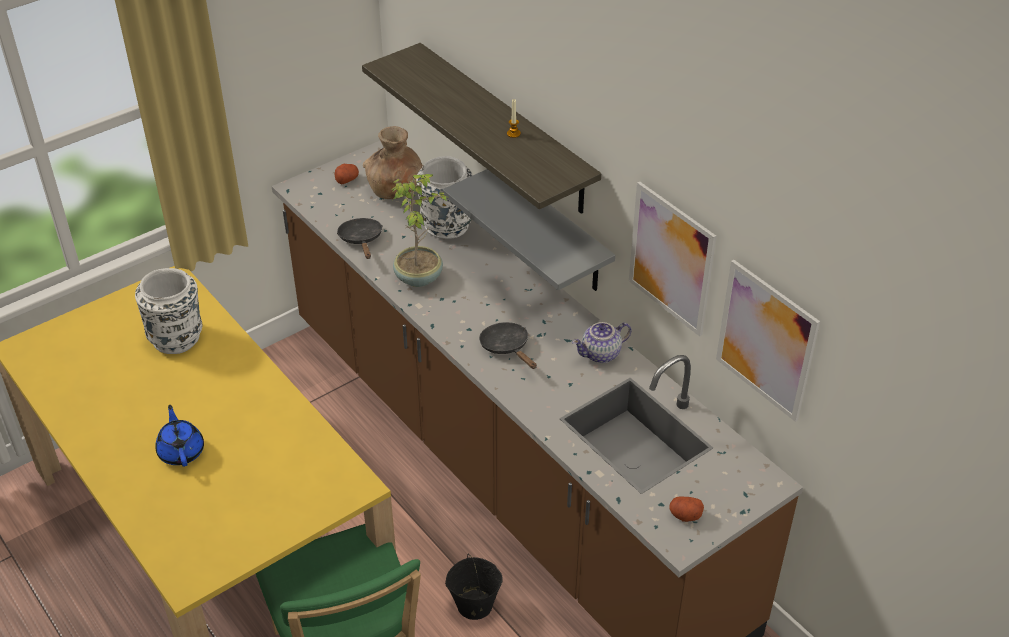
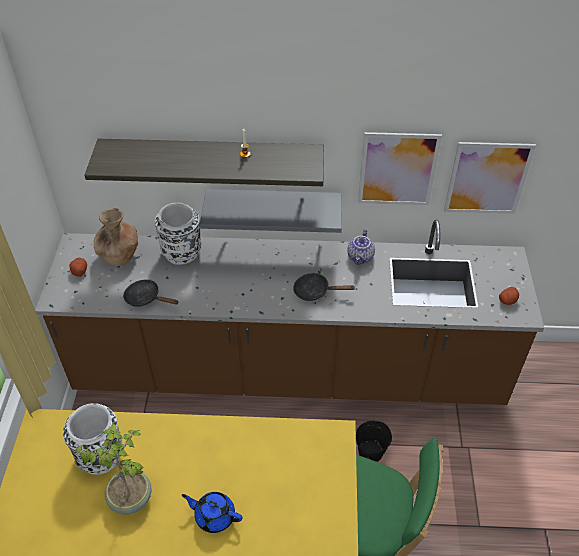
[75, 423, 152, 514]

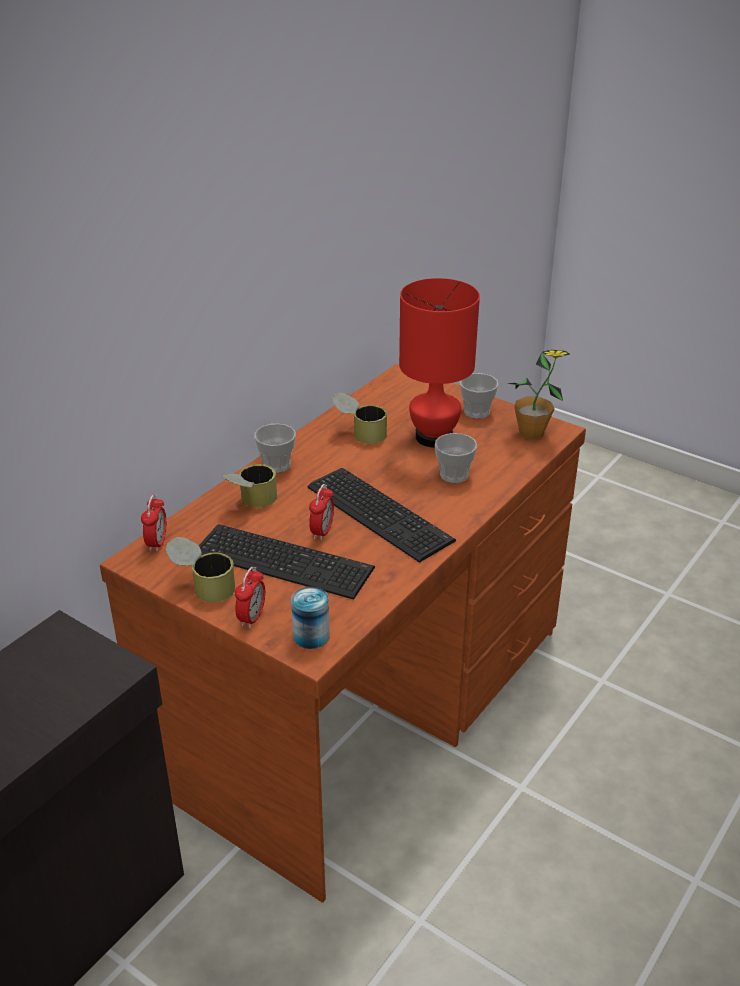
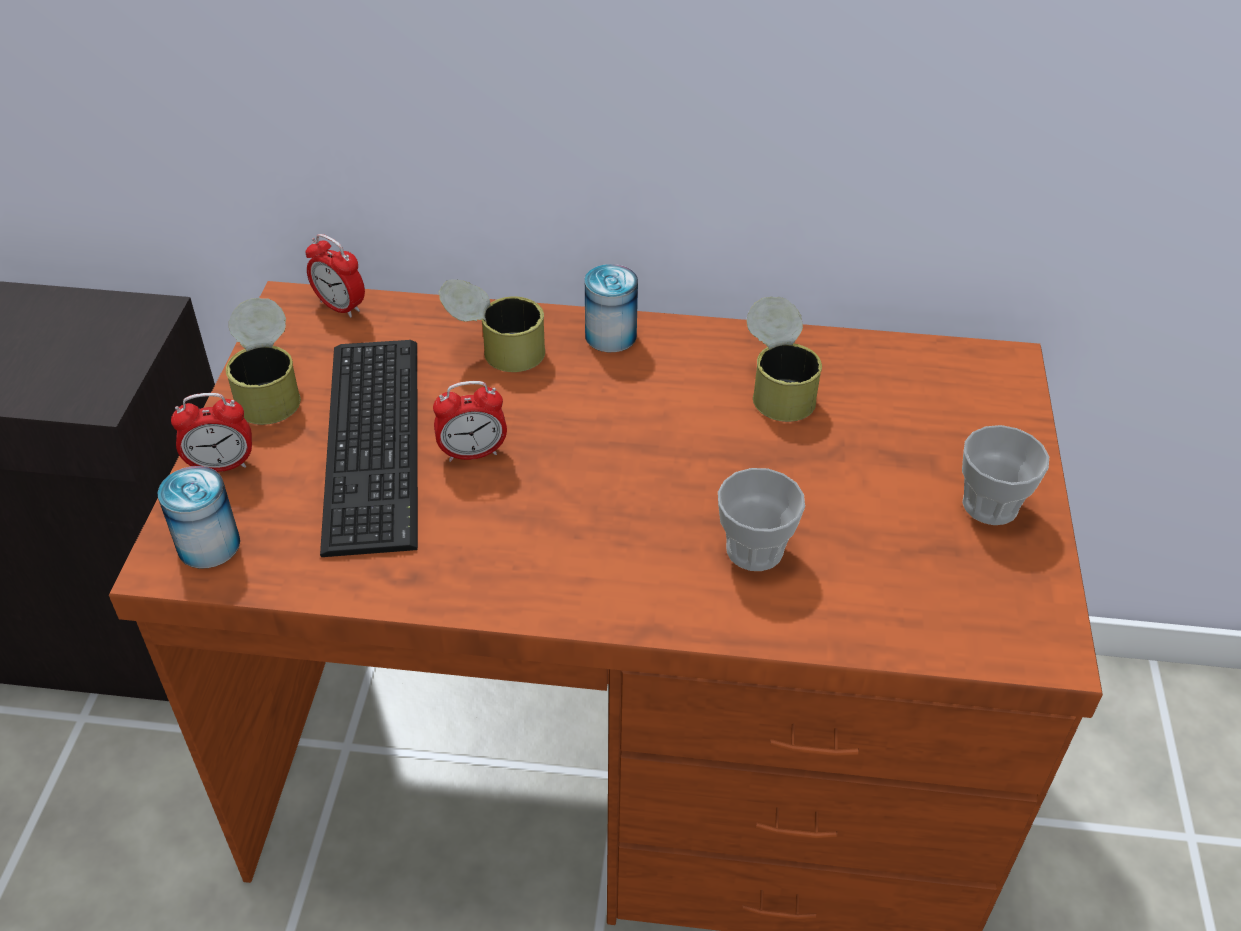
[305, 234, 365, 318]
[585, 264, 638, 352]
[307, 468, 456, 563] (first image)
[399, 278, 480, 448] (first image)
[506, 350, 570, 440] (first image)

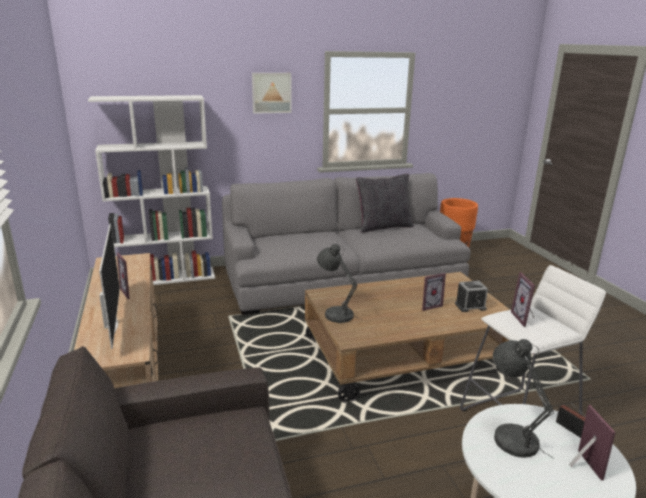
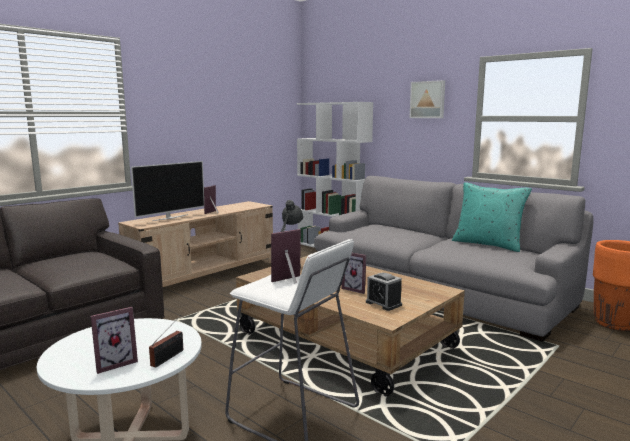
[452, 182, 532, 252]
[493, 339, 554, 459] (first image)

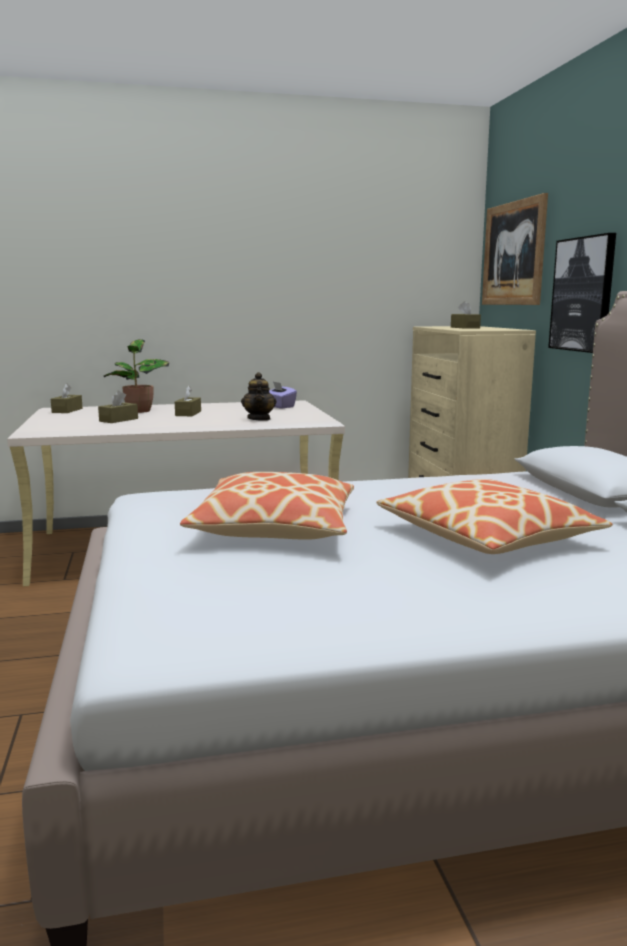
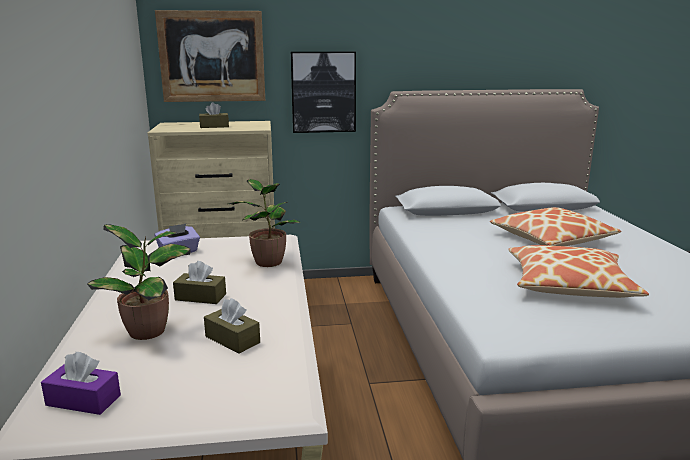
[41, 352, 121, 415]
[229, 179, 300, 267]

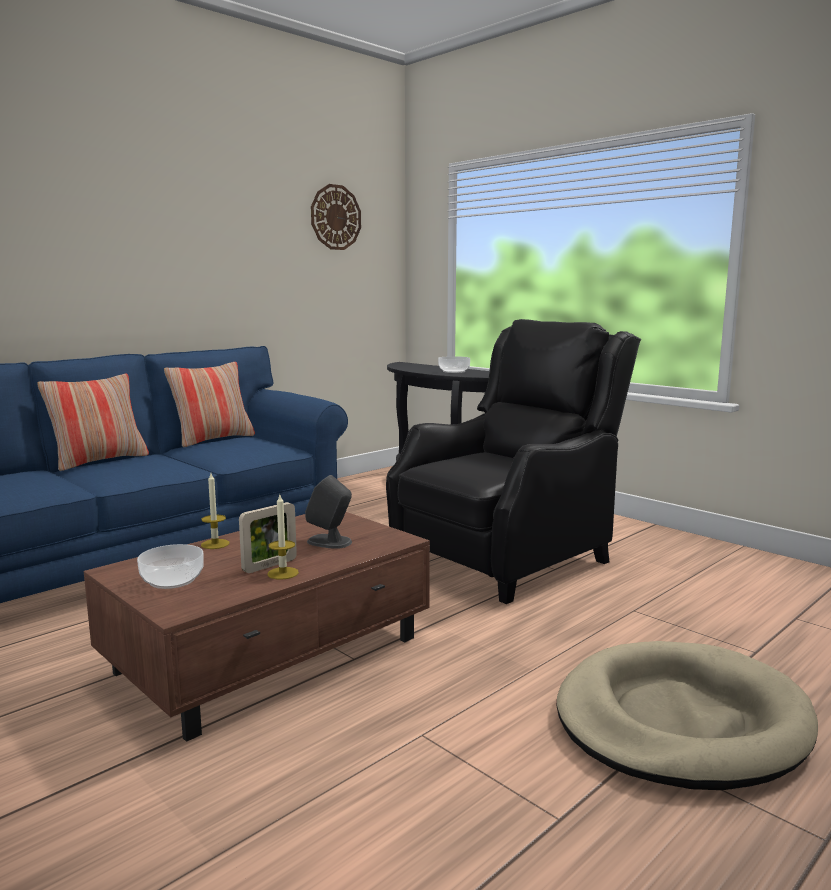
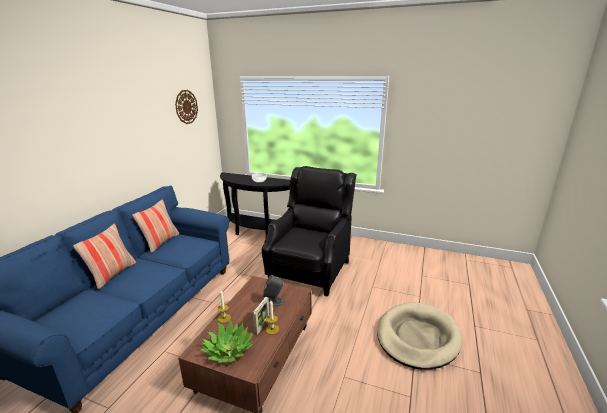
[200, 319, 253, 363]

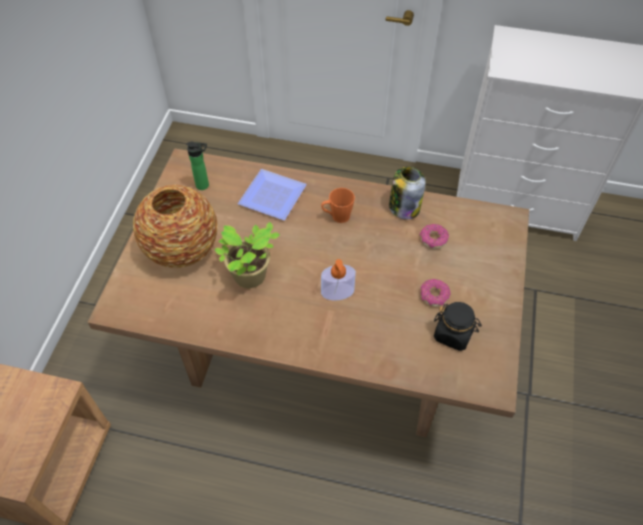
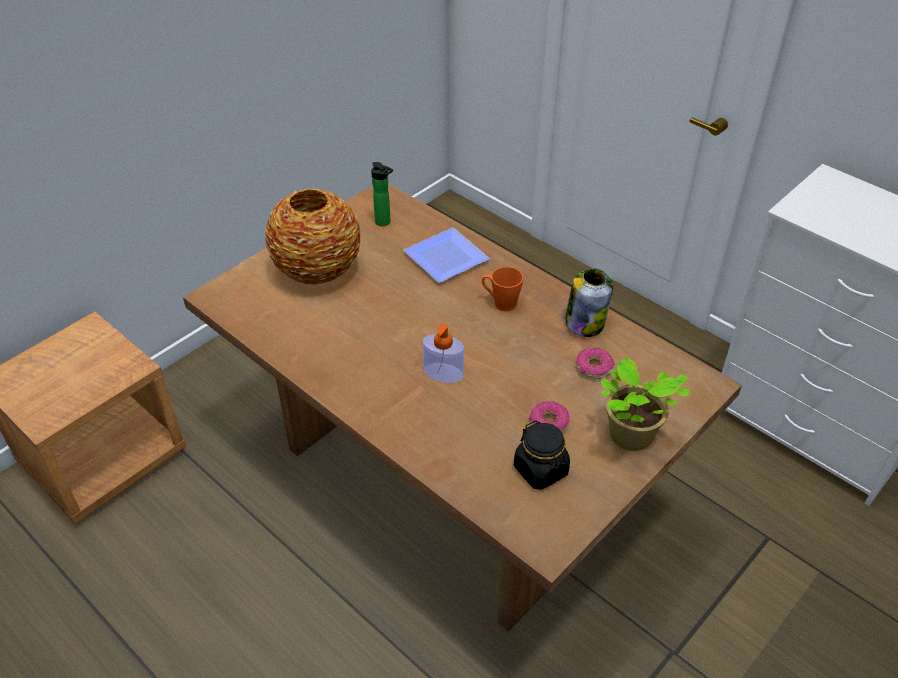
[601, 357, 691, 451]

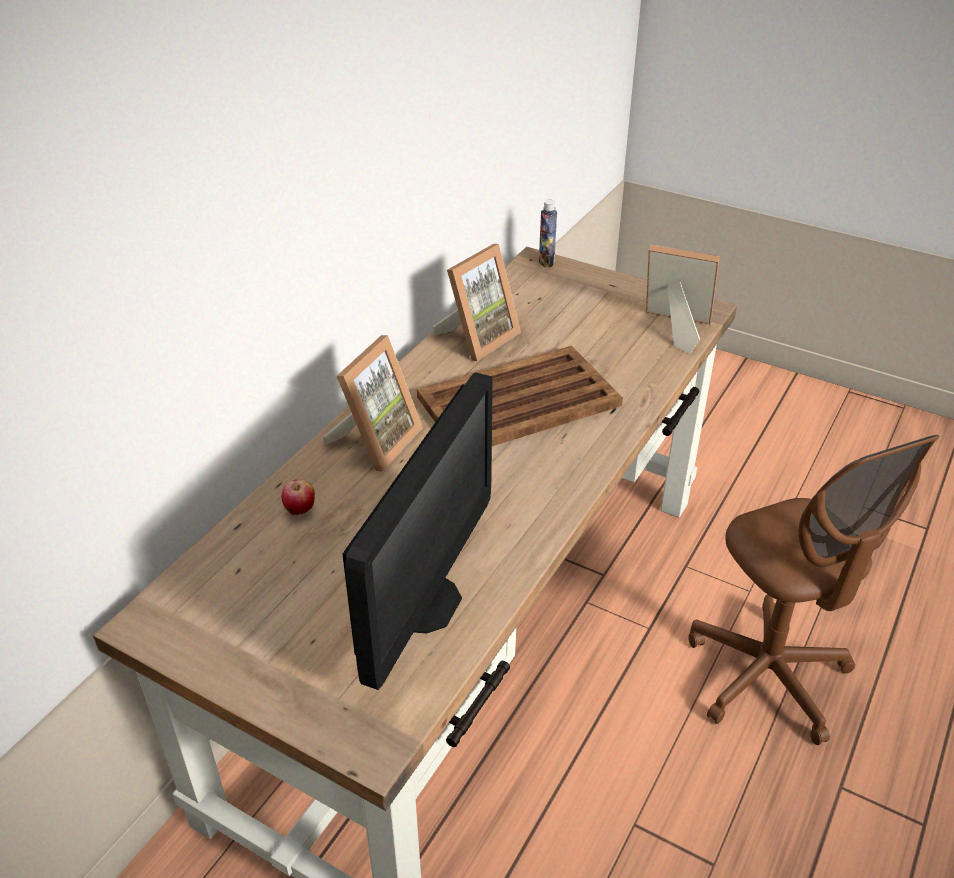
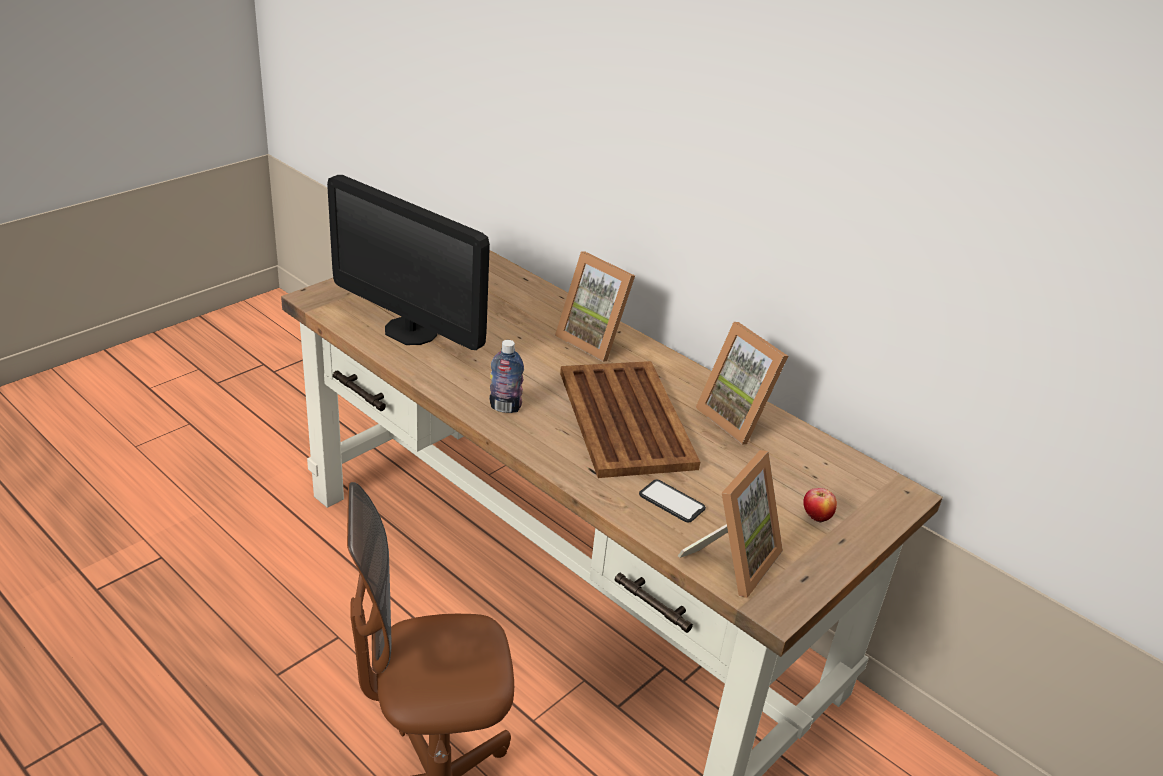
[803, 488, 837, 523]
[489, 340, 524, 413]
[639, 479, 706, 522]

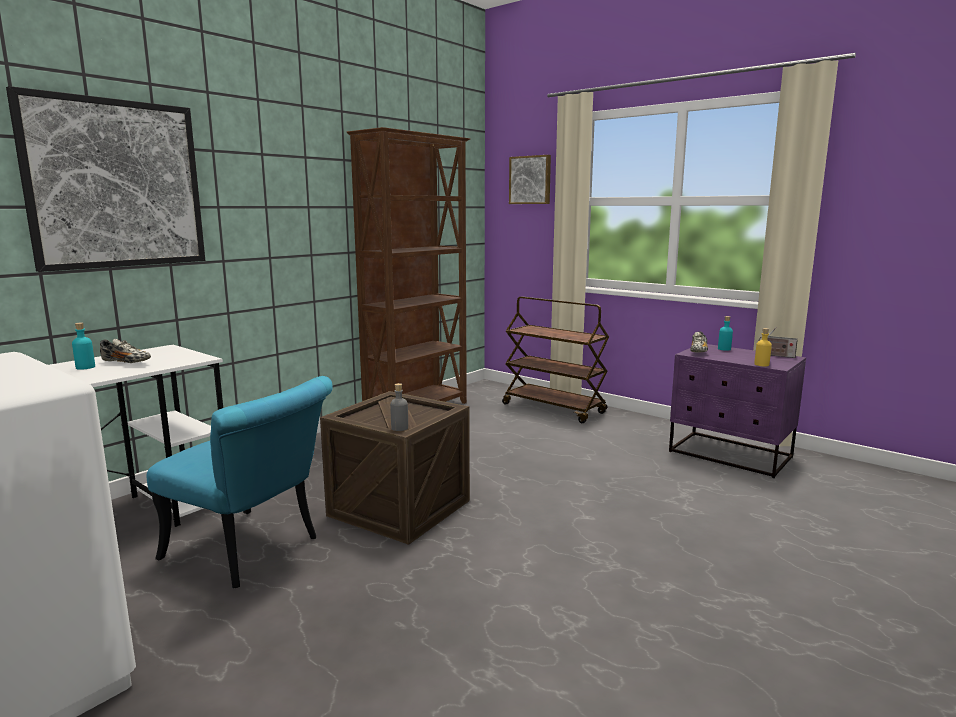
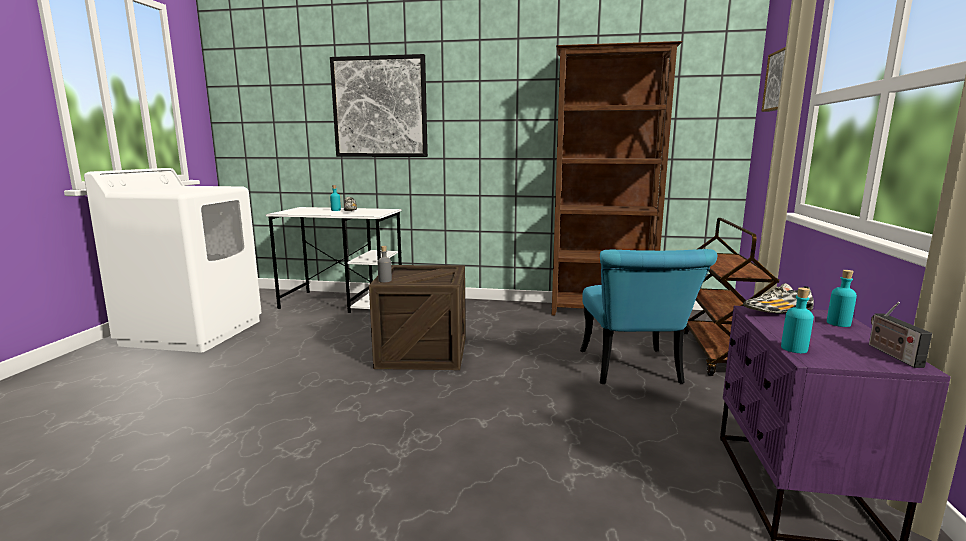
[580, 249, 717, 384]
[781, 287, 814, 353]

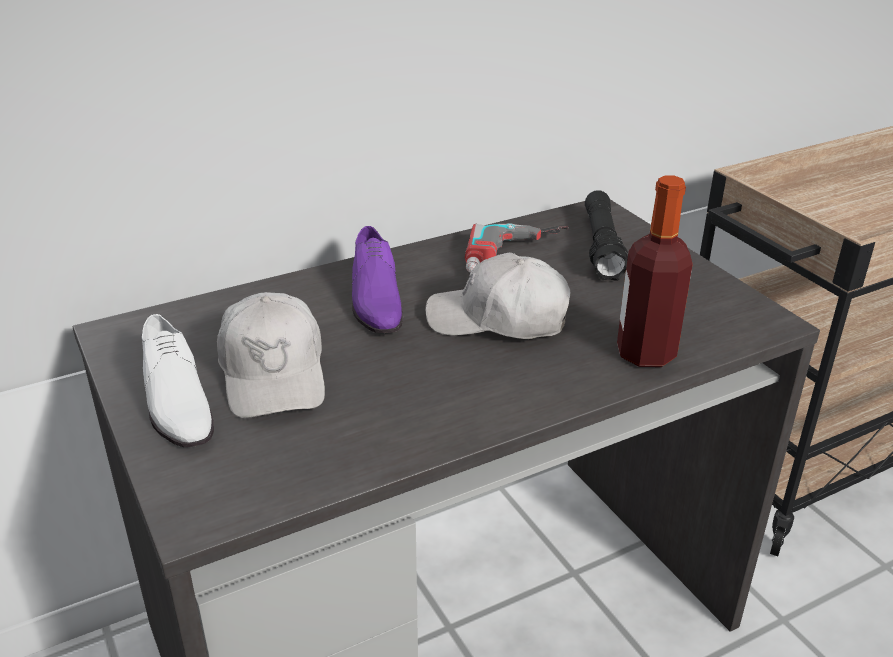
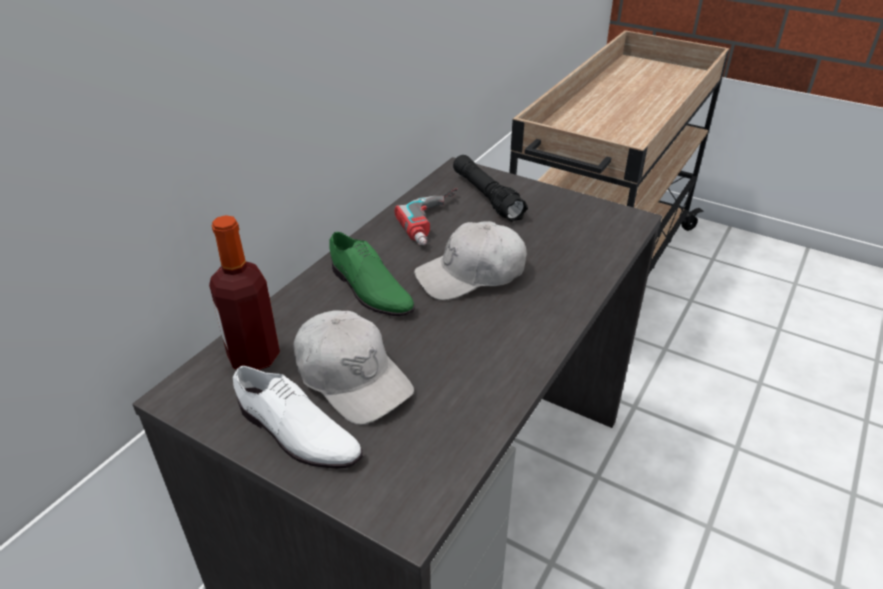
[329, 232, 415, 316]
[209, 215, 280, 370]

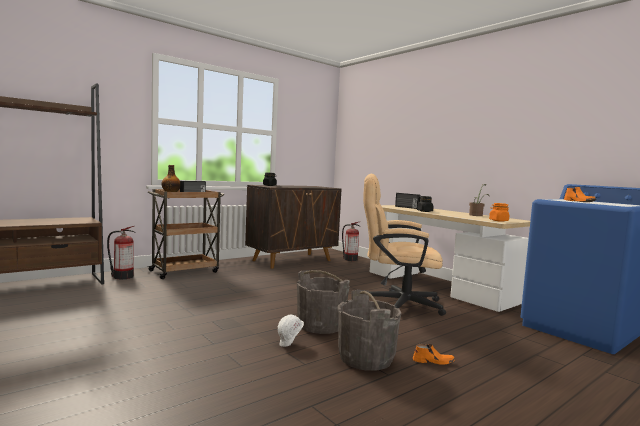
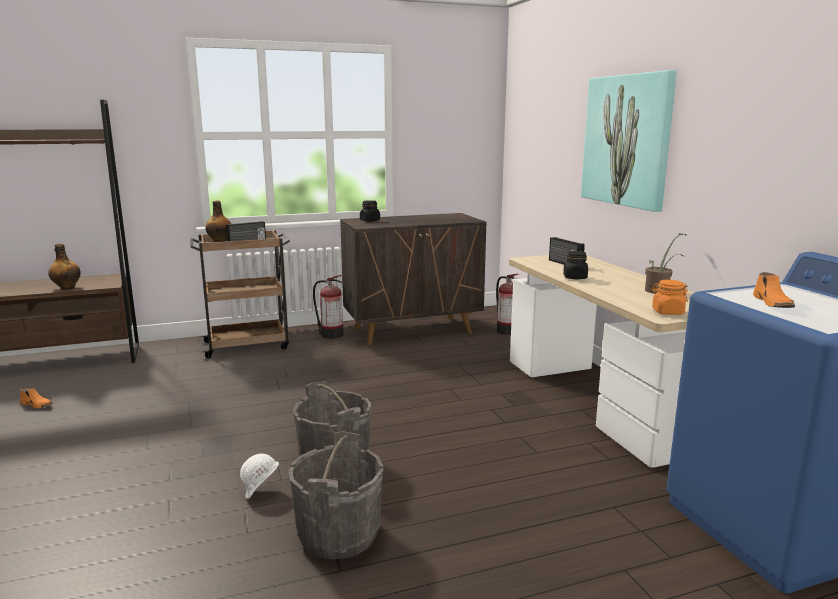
[313, 275, 344, 339]
[363, 173, 446, 316] (first image)
[20, 386, 53, 408]
[48, 243, 81, 290]
[581, 70, 677, 212]

